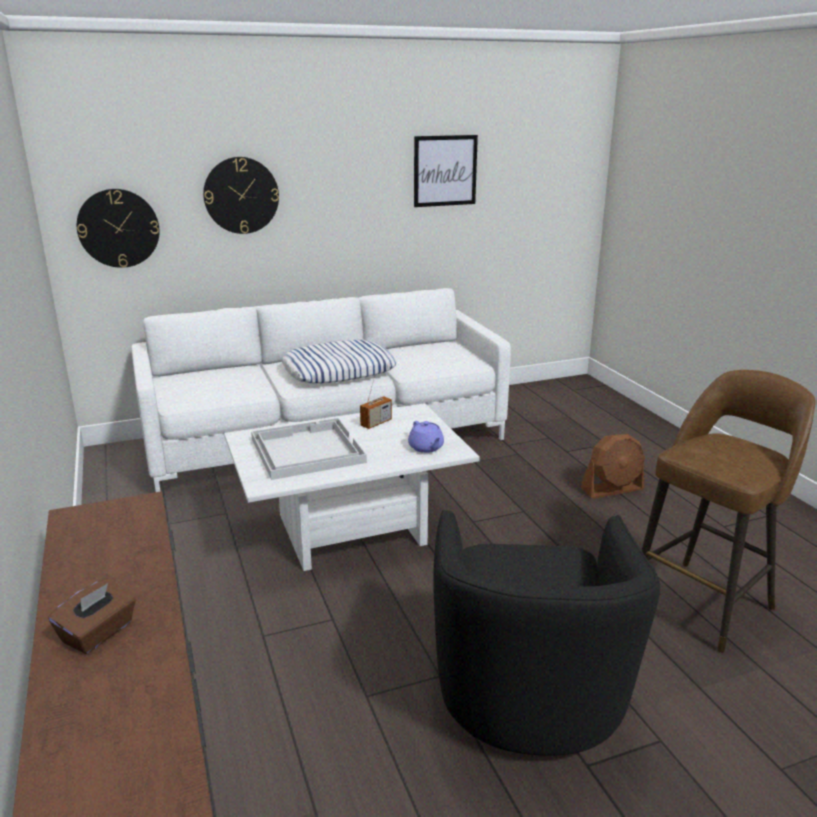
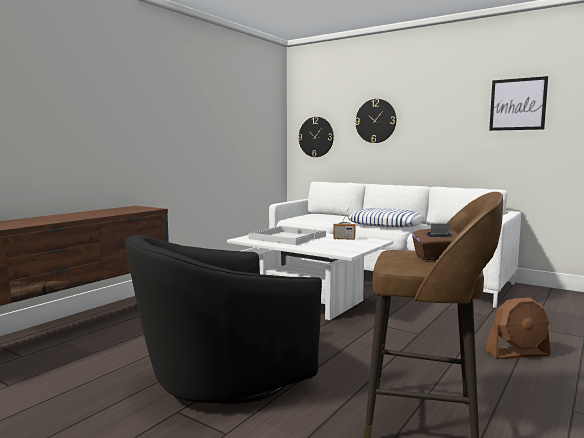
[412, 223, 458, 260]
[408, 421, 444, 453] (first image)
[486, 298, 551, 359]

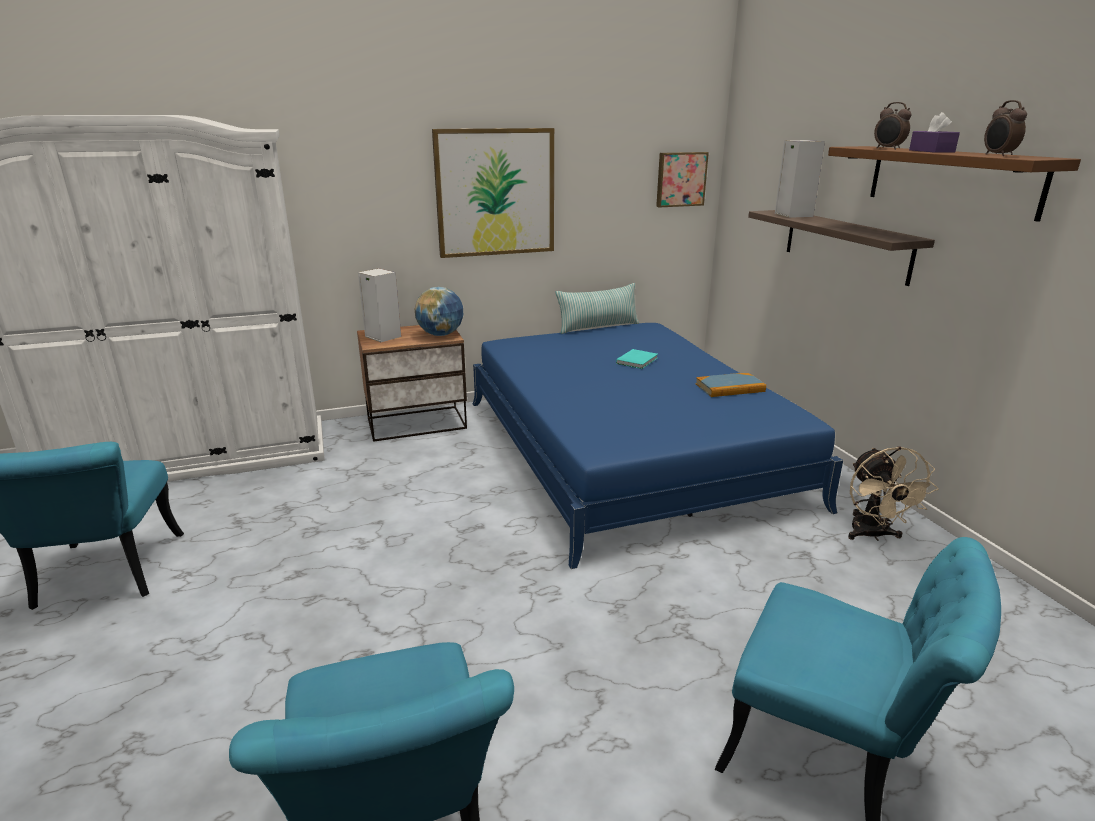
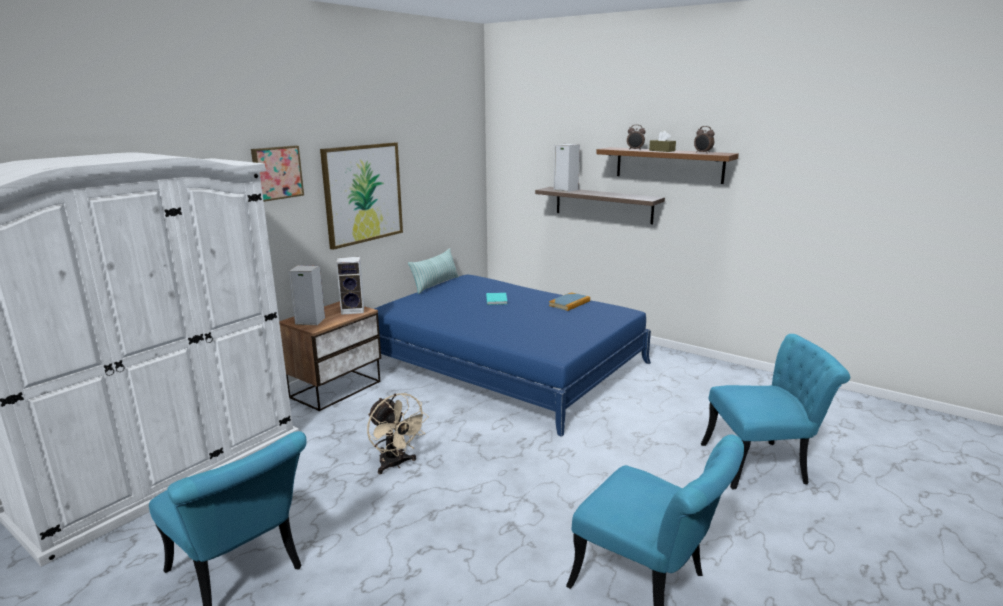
[336, 257, 364, 315]
[251, 146, 304, 202]
[367, 393, 429, 474]
[649, 131, 676, 152]

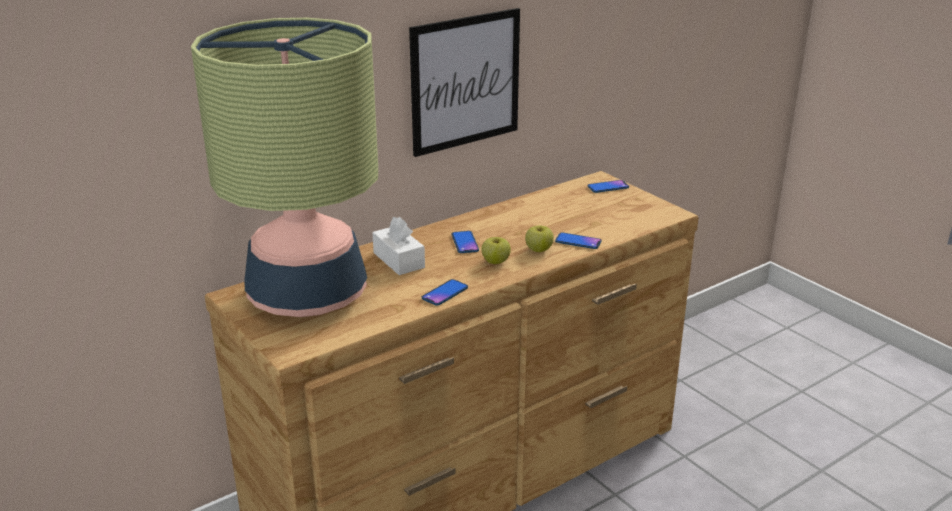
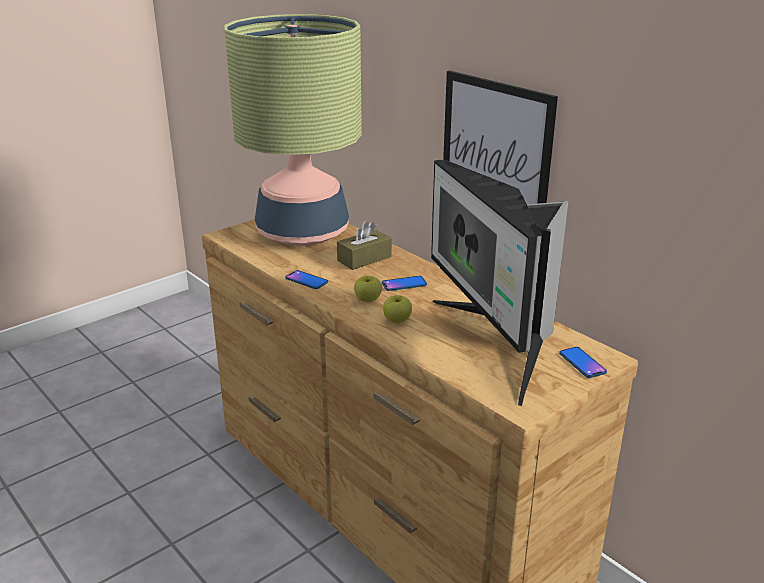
[337, 221, 392, 270]
[555, 232, 602, 249] (first image)
[431, 159, 568, 406]

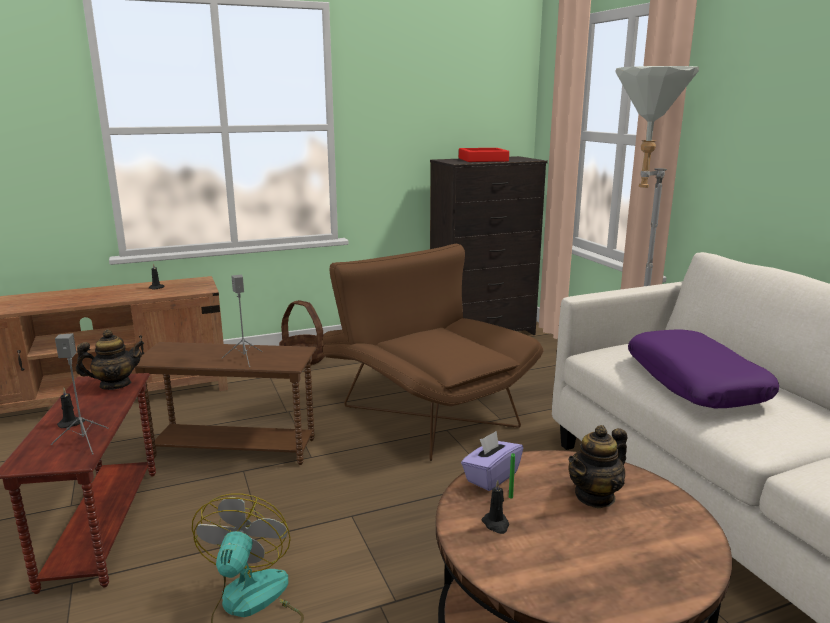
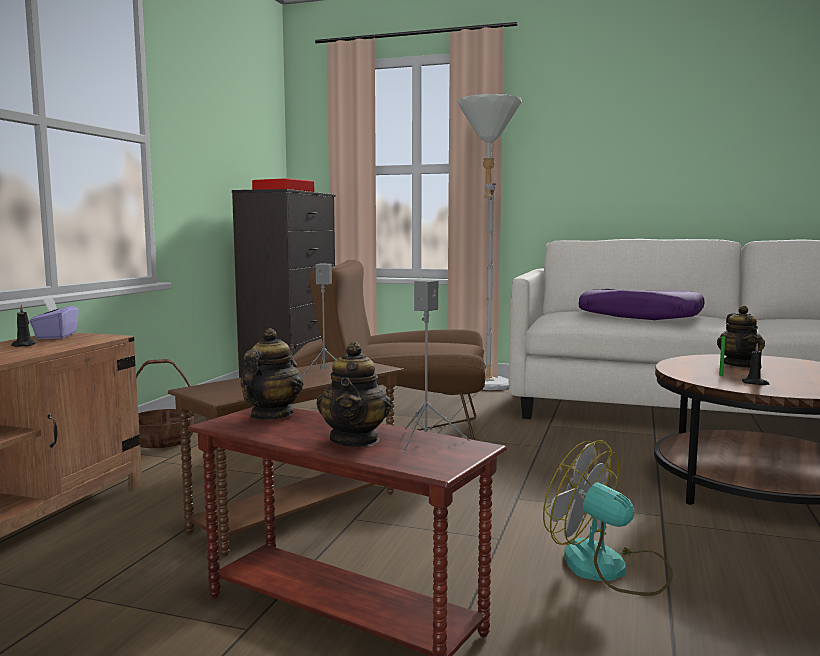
[317, 342, 392, 447]
[29, 297, 79, 339]

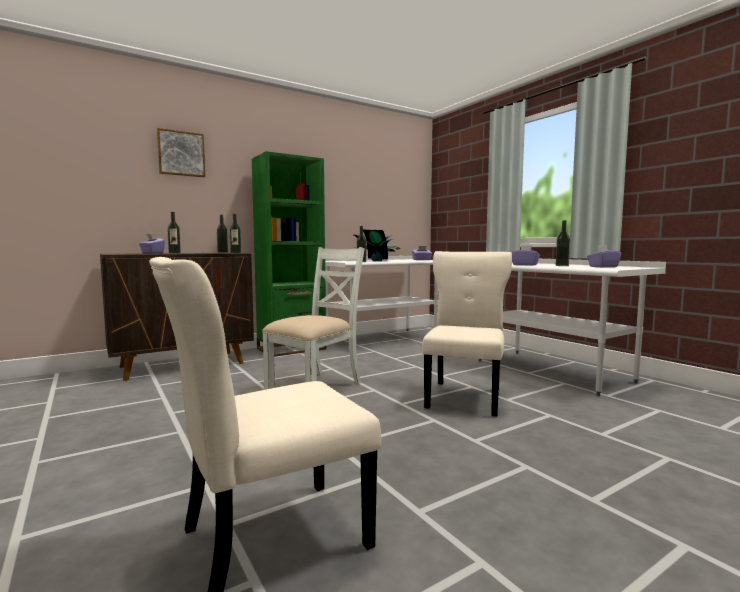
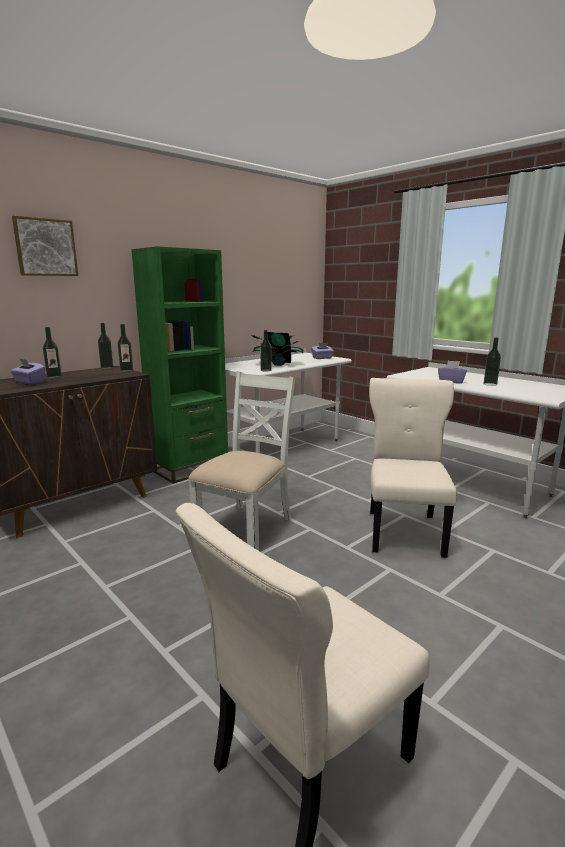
[587, 245, 622, 268] (first image)

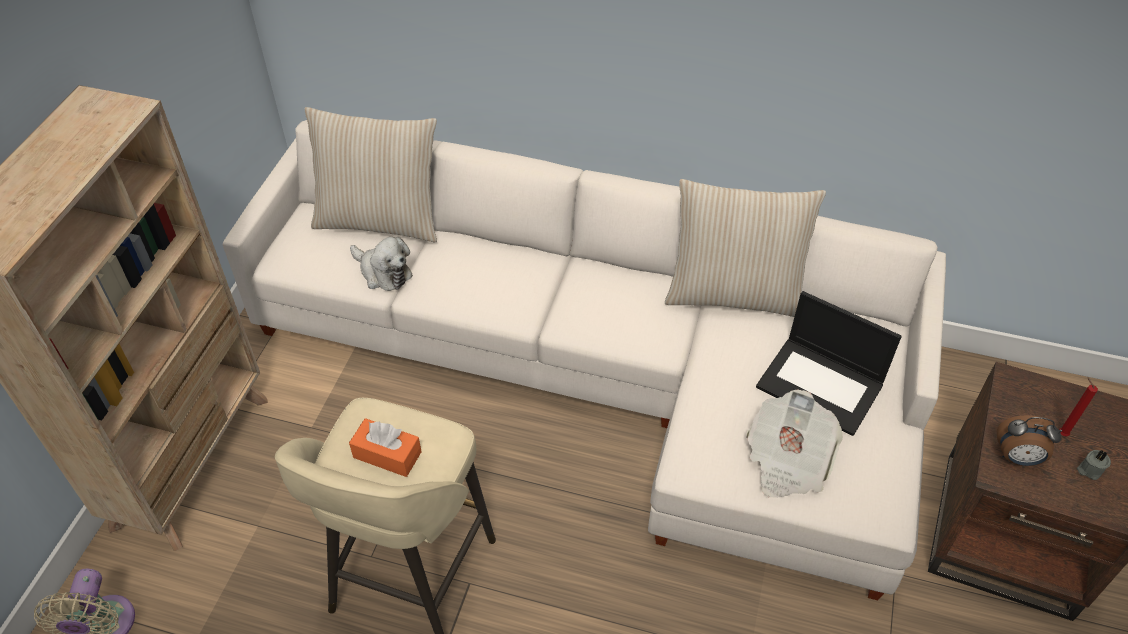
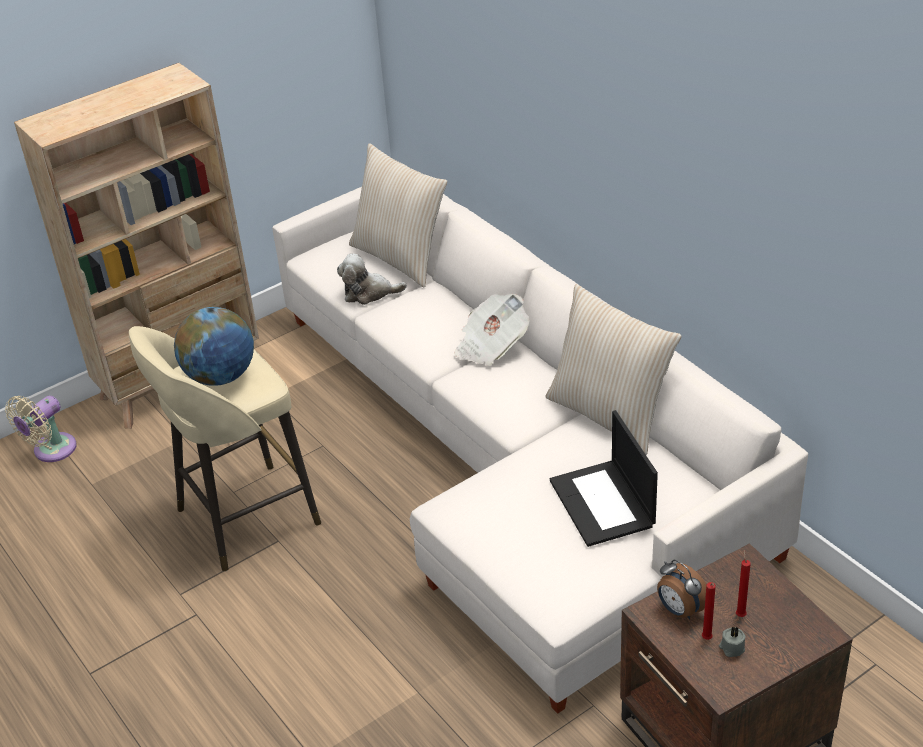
[174, 307, 254, 386]
[337, 253, 407, 305]
[454, 294, 529, 366]
[702, 582, 716, 640]

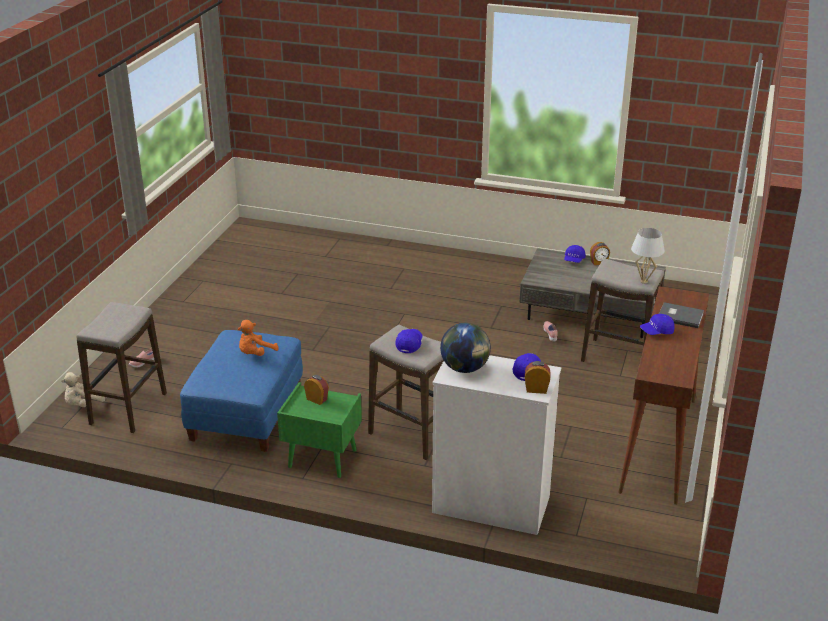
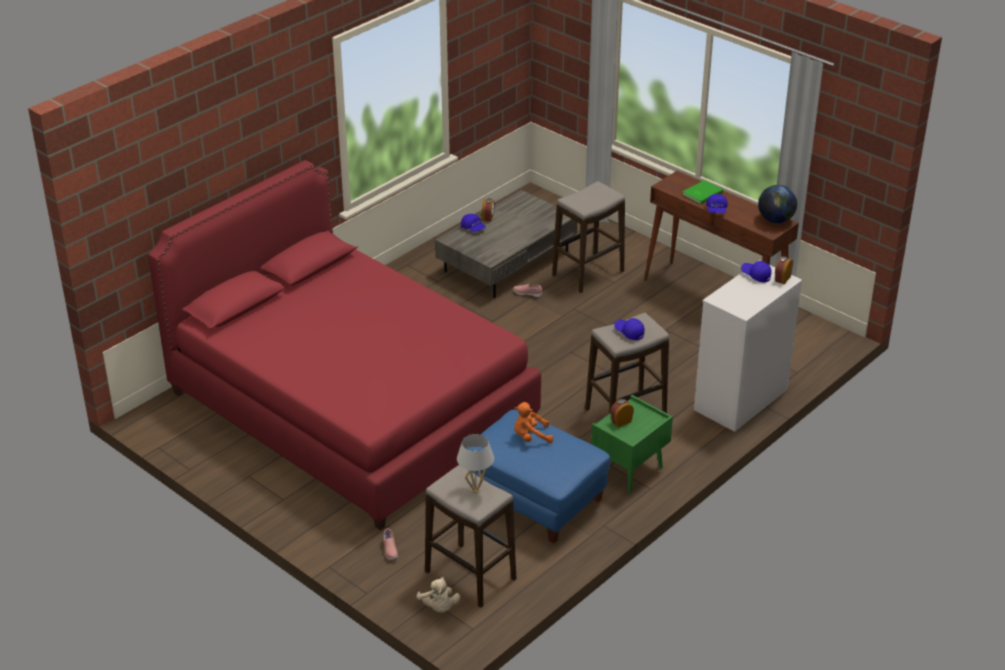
[514, 402, 553, 443]
[758, 185, 797, 223]
[457, 434, 494, 493]
[682, 180, 723, 204]
[148, 160, 541, 530]

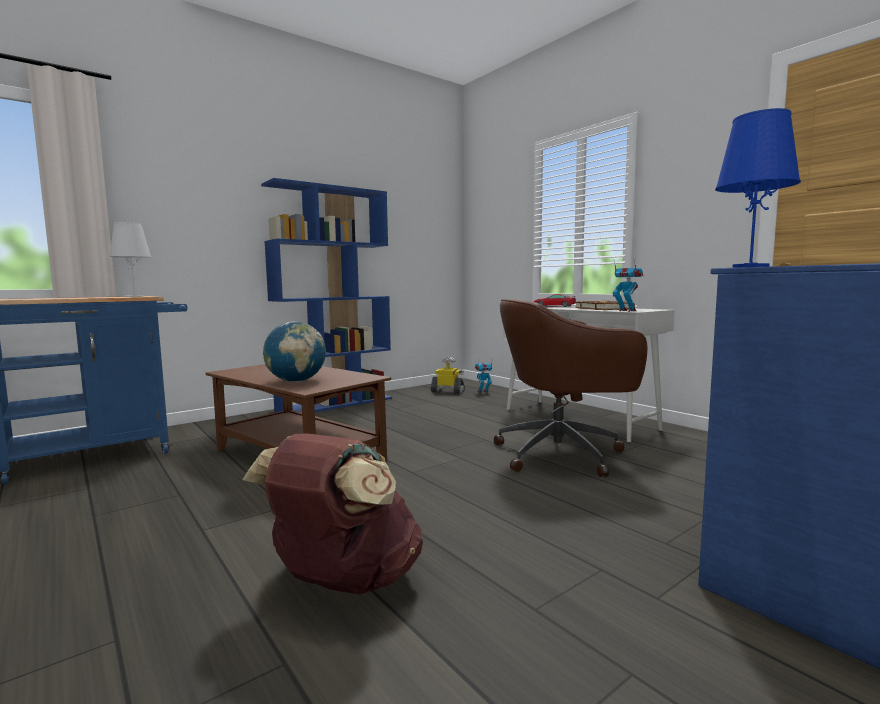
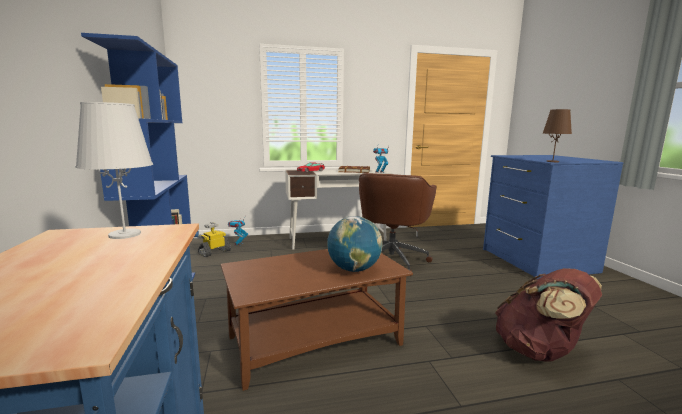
[542, 109, 572, 162]

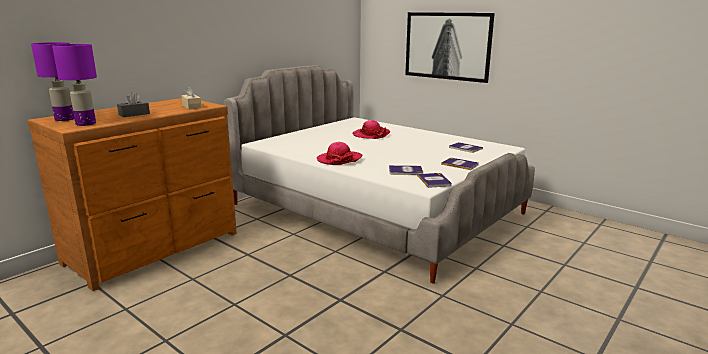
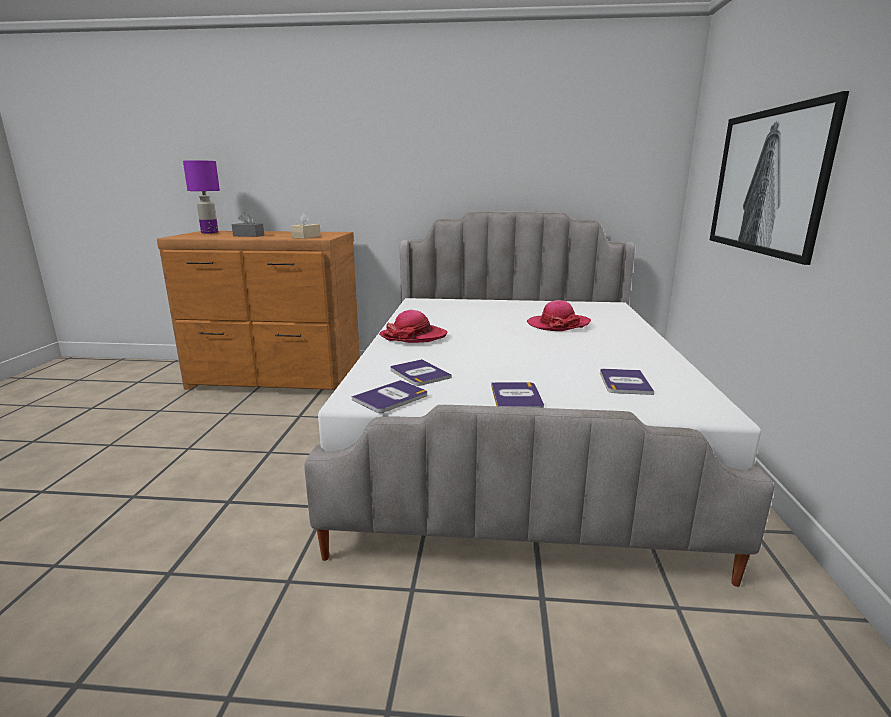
[52, 44, 97, 126] (first image)

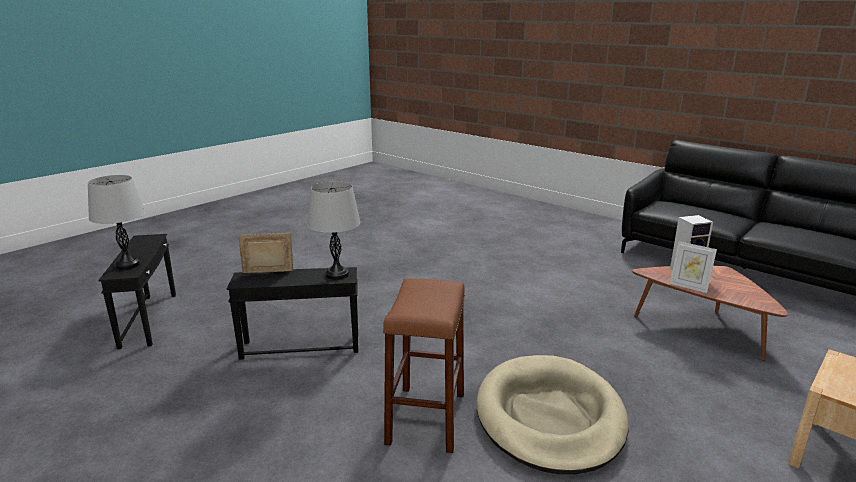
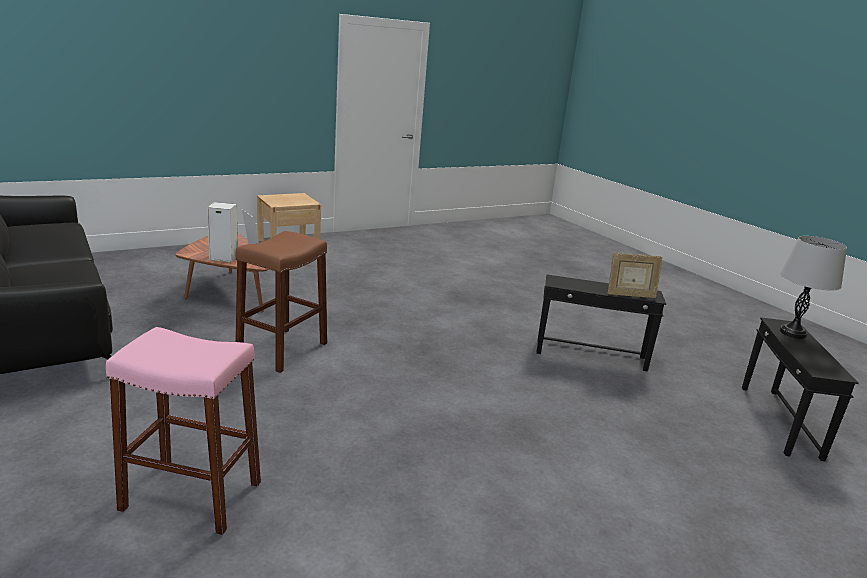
[307, 181, 360, 280] (first image)
[235, 231, 327, 373]
[476, 355, 629, 474] (first image)
[106, 327, 261, 535]

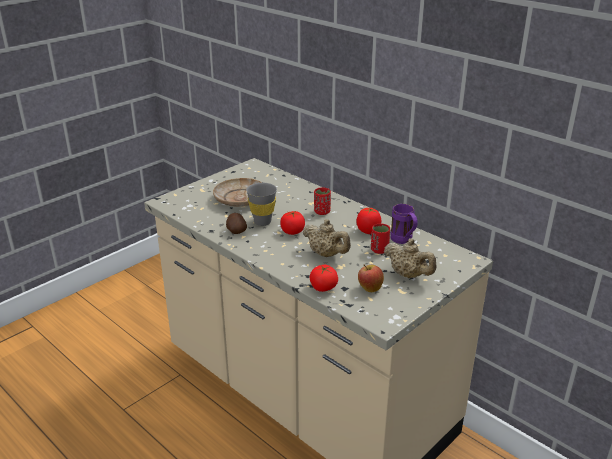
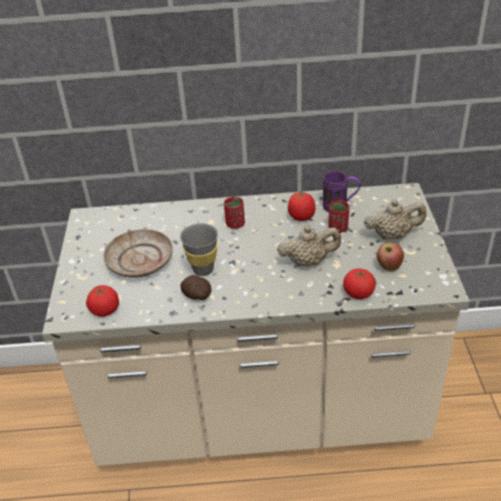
[86, 285, 119, 317]

